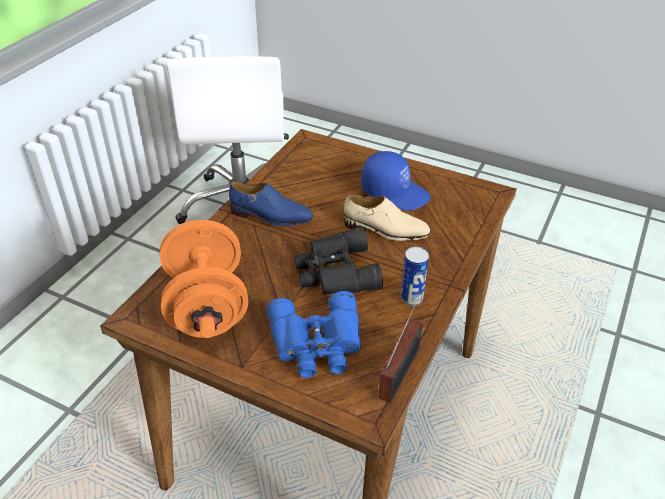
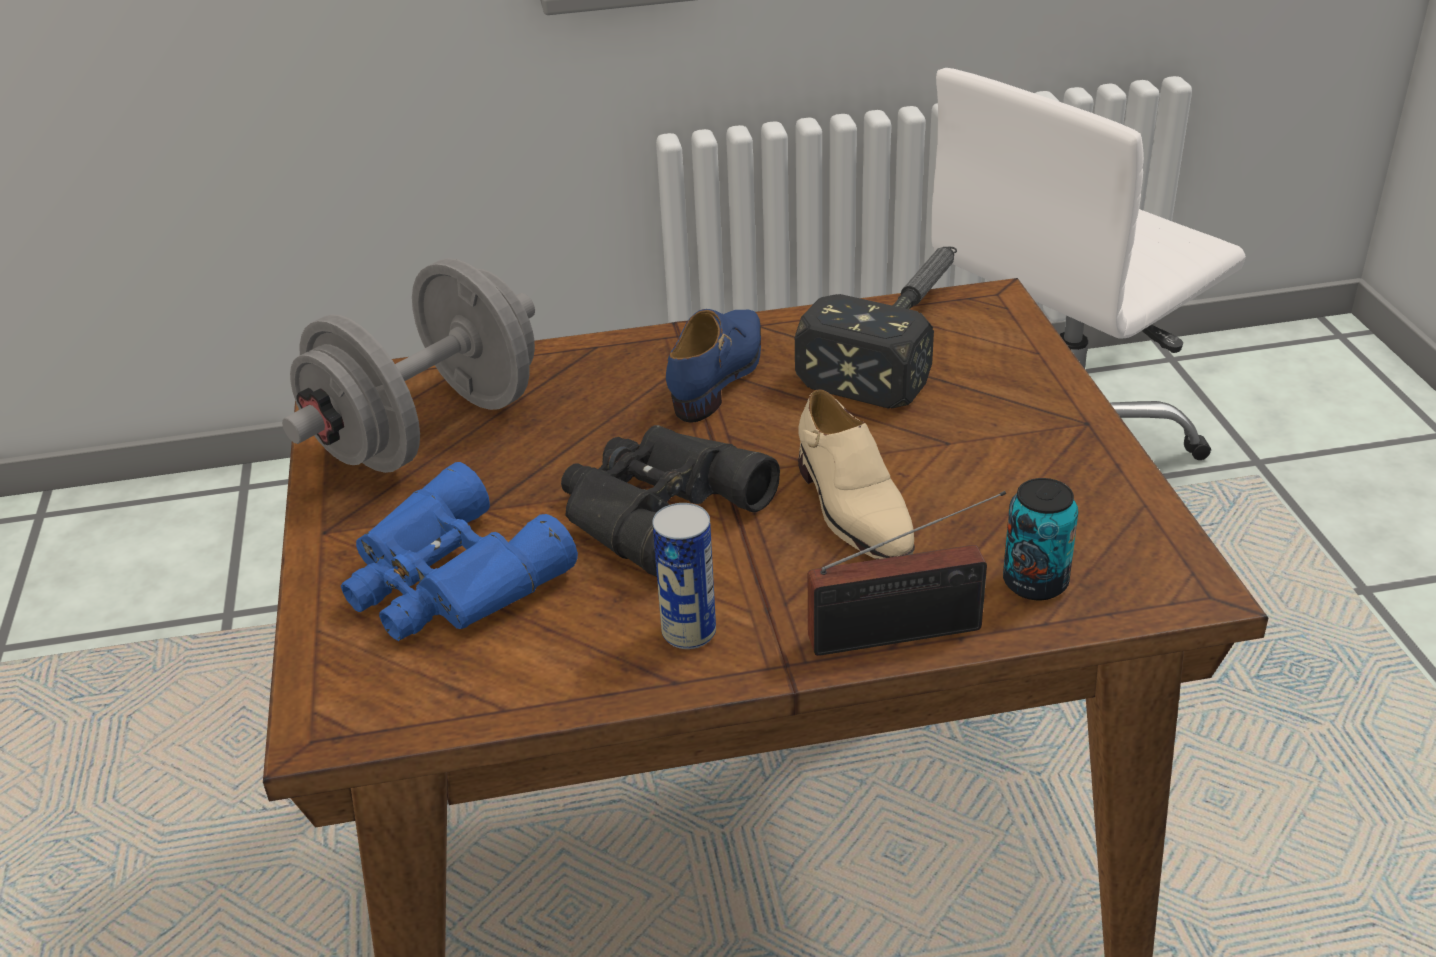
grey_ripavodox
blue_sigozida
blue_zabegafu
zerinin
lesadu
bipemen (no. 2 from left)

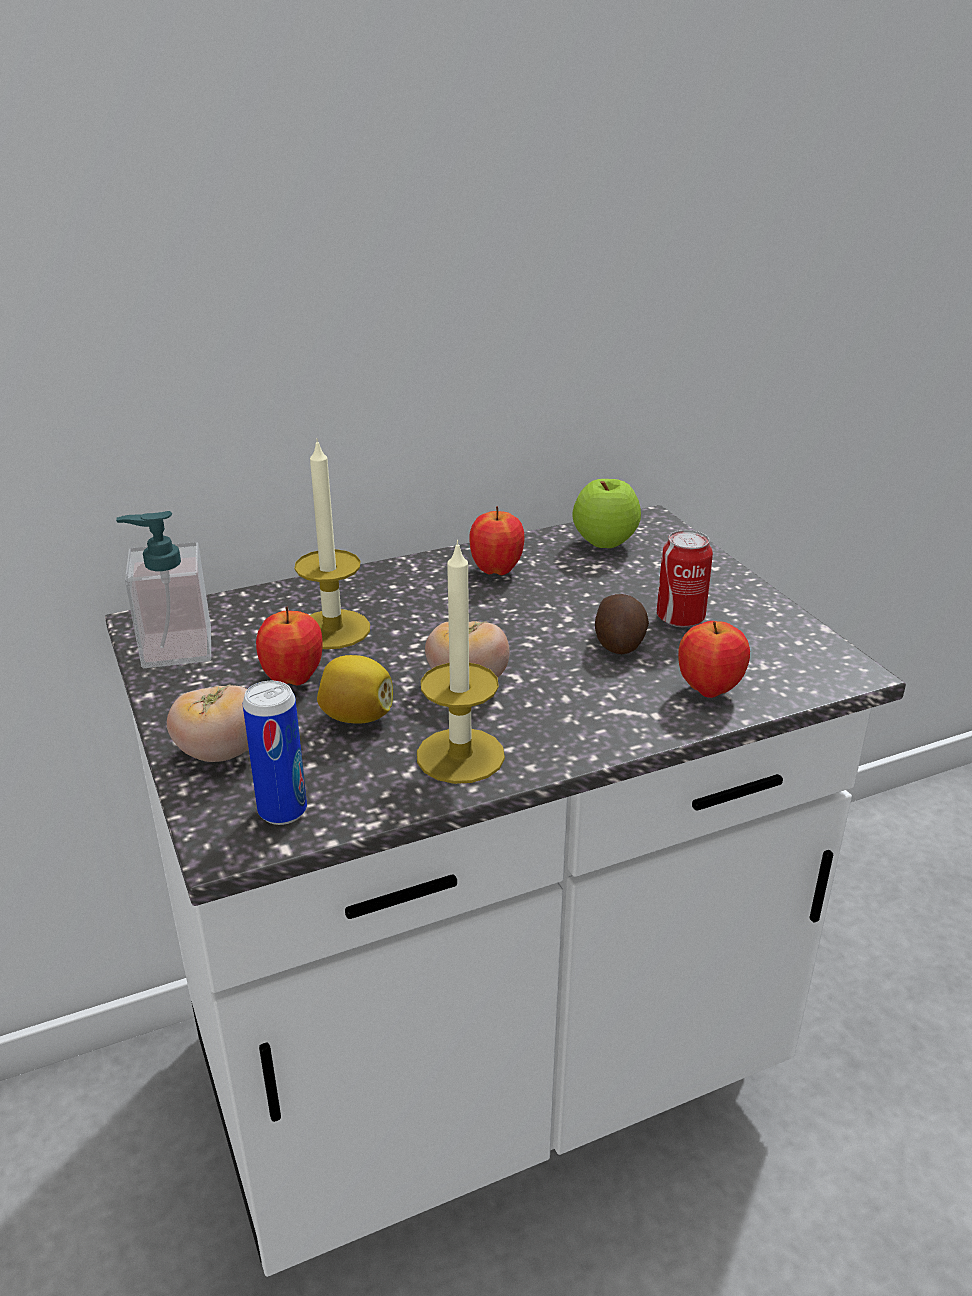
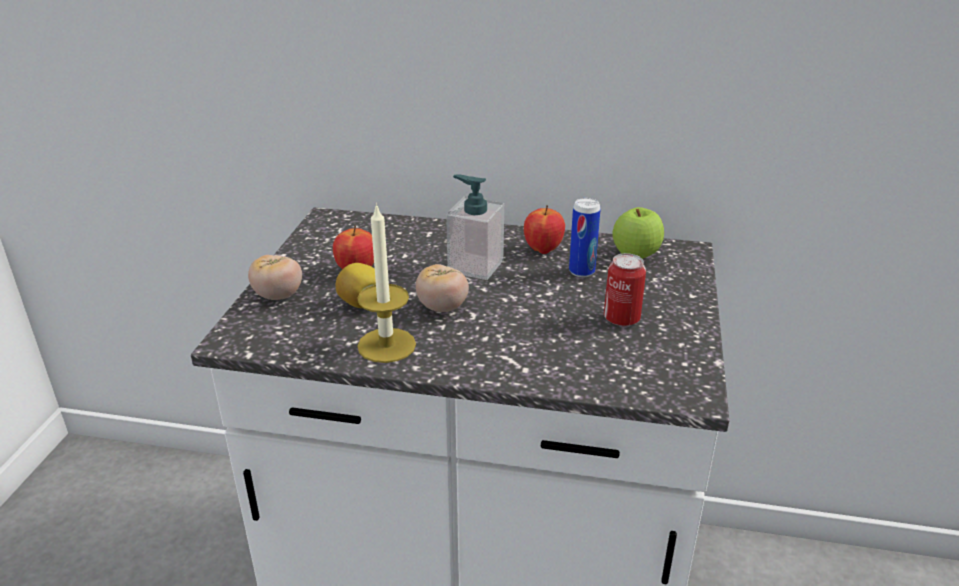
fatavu
bipemen (no. 1 from left)
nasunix (no. 1 from left in the first image)
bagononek
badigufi (no. 4 from left in the first image)

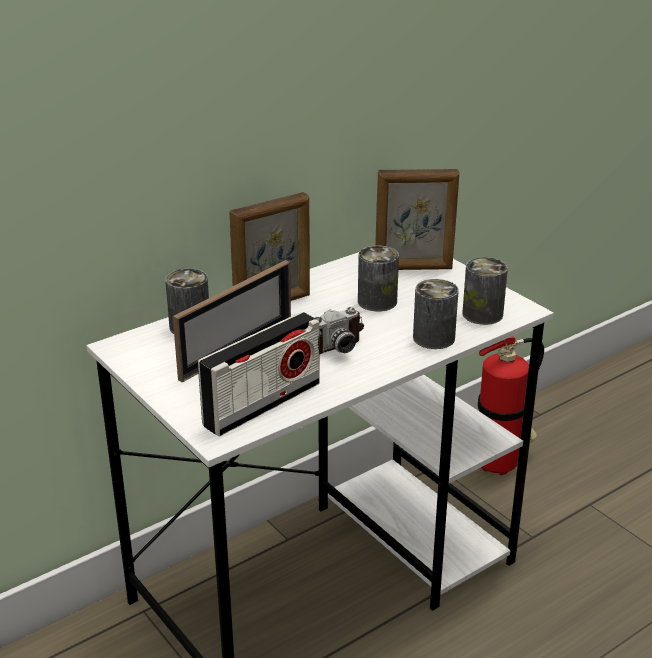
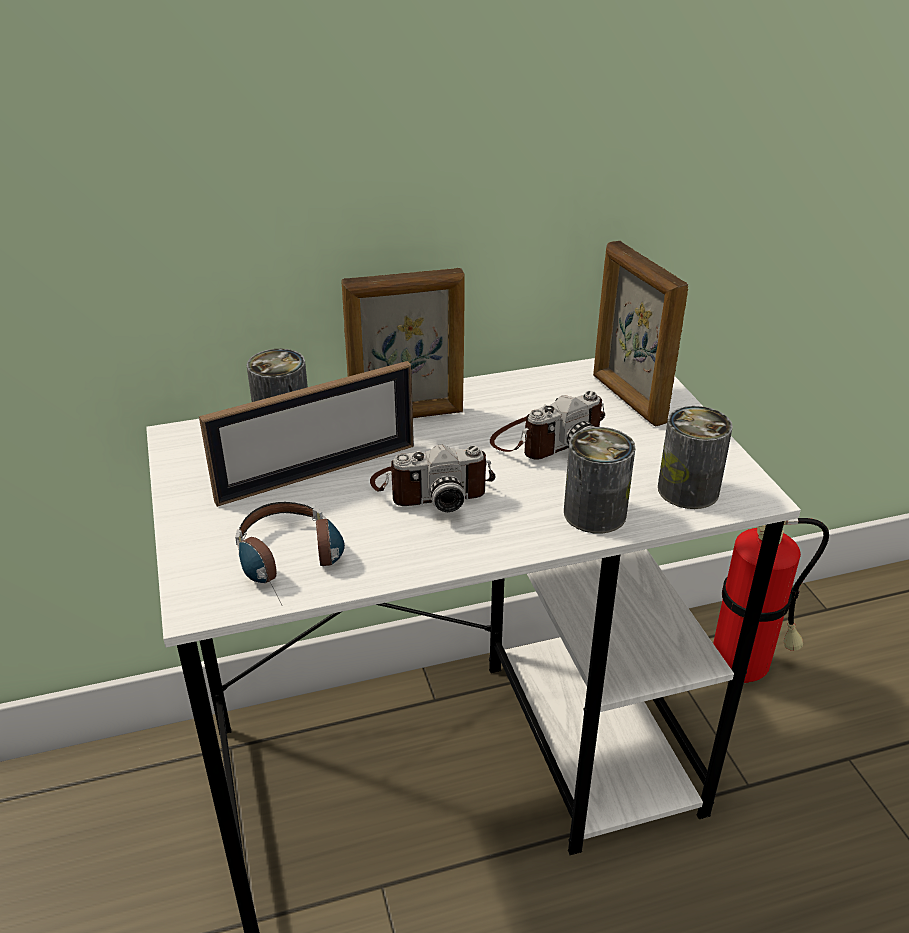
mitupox
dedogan (no. 2 from left)
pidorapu (no. 3 from left)

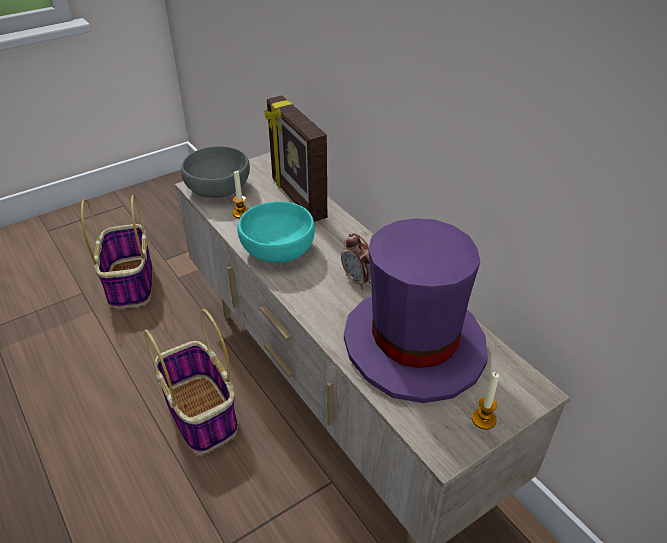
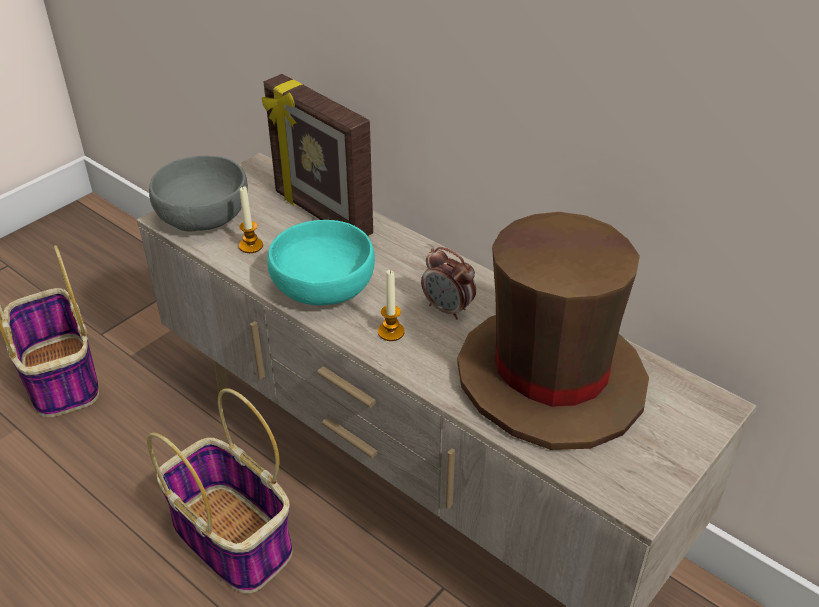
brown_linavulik
nasunix (no. 2 from left)

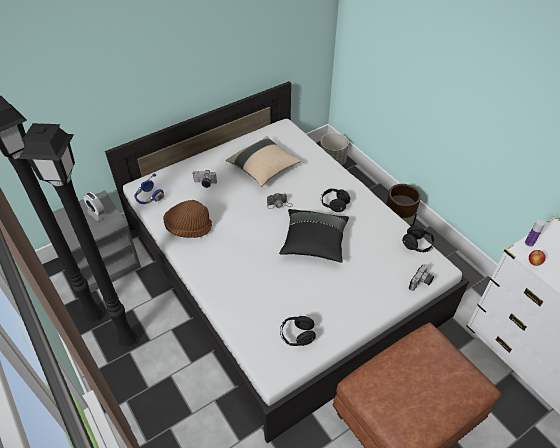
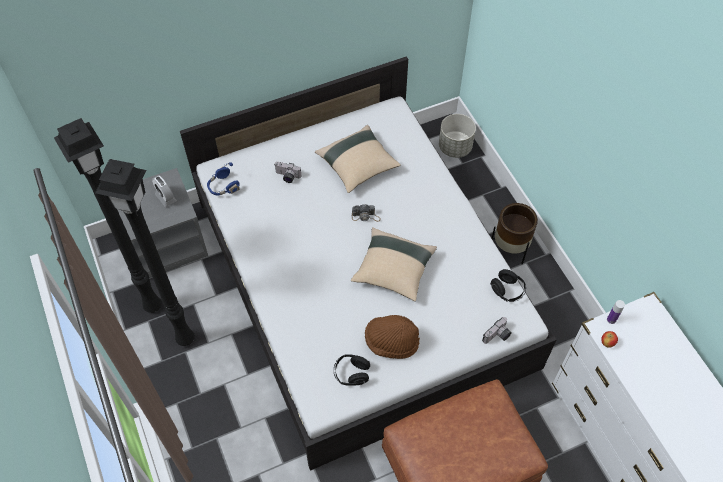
brown_linavulik
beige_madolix (no. 2 from left)
black_mitupox (no. 2 from left in the first image)

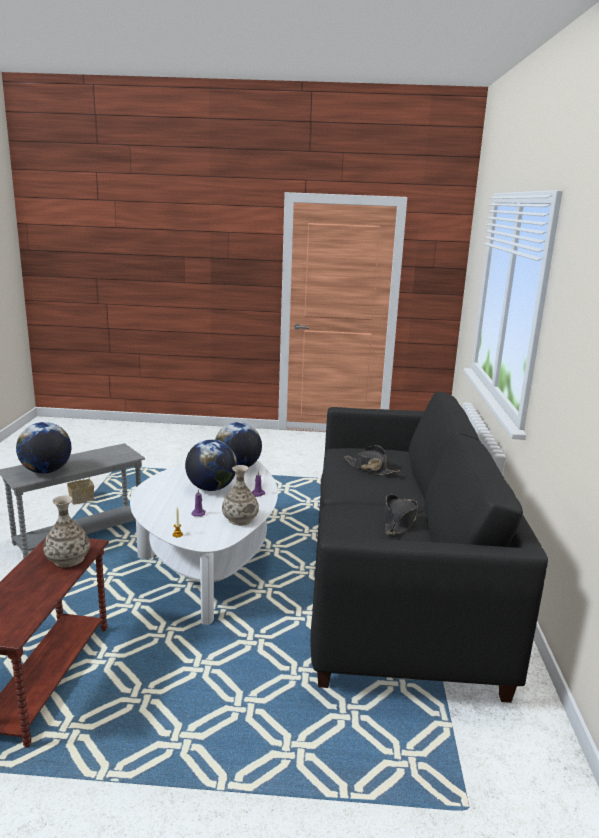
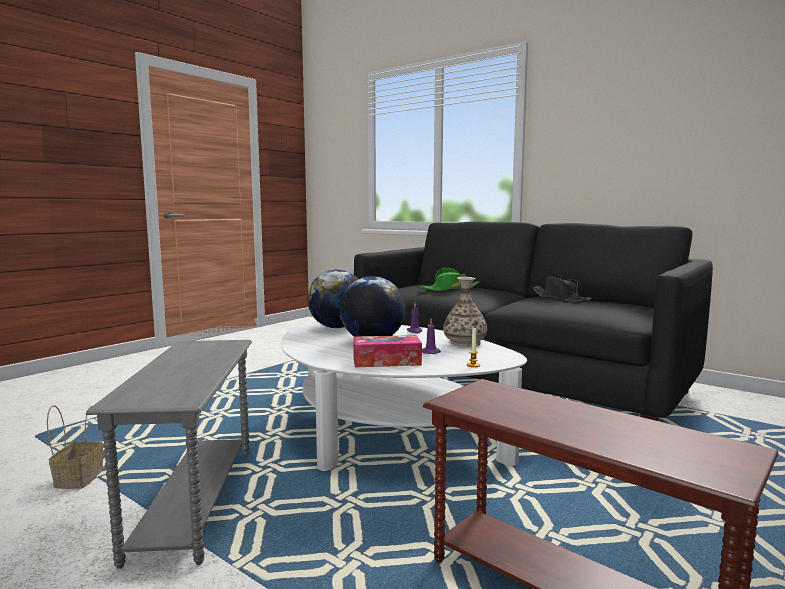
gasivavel (no. 1 from left in the first image)
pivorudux (no. 1 from left in the first image)
green_linavulik
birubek

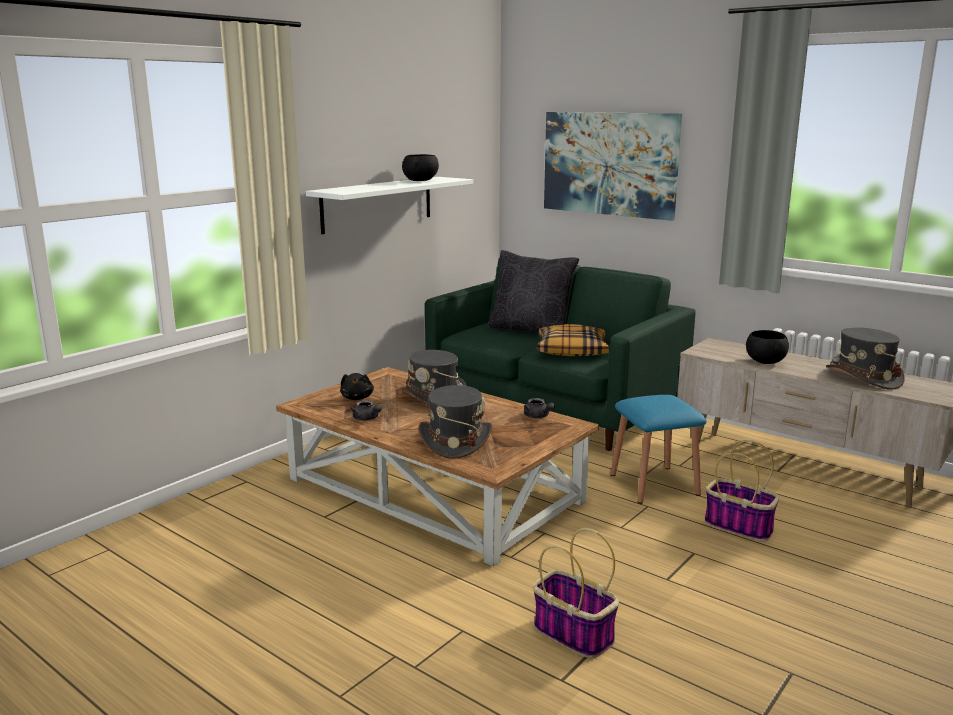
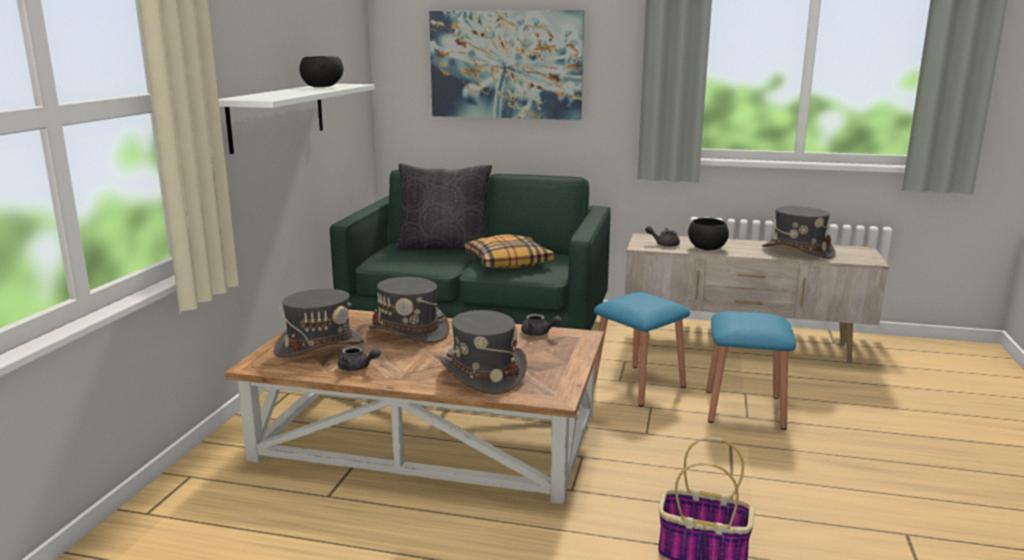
grey_linavulik (no. 1 from left)
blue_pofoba (no. 2 from left)
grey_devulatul (no. 3 from left)

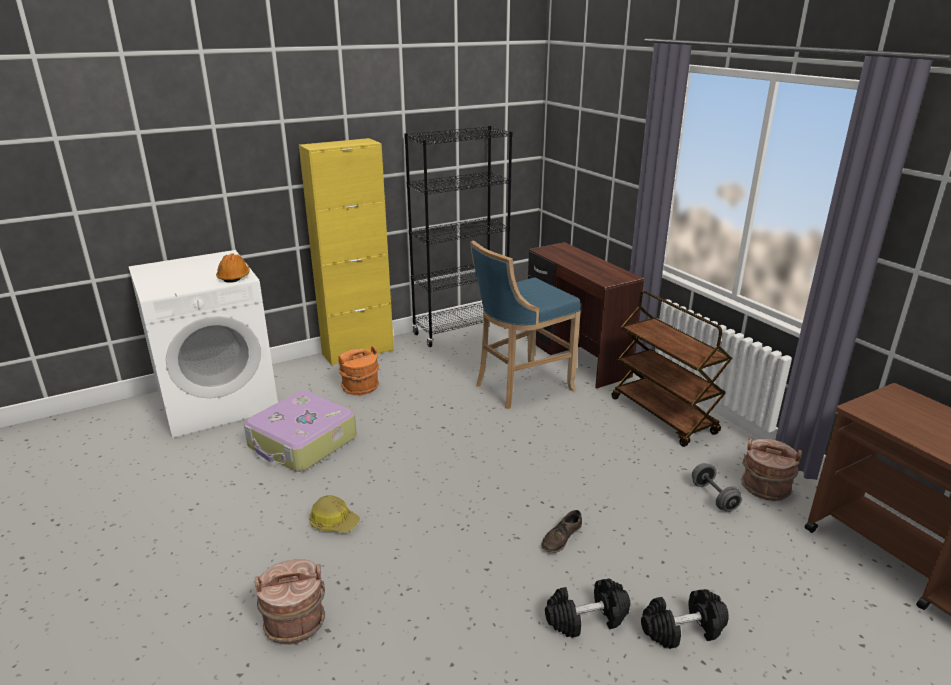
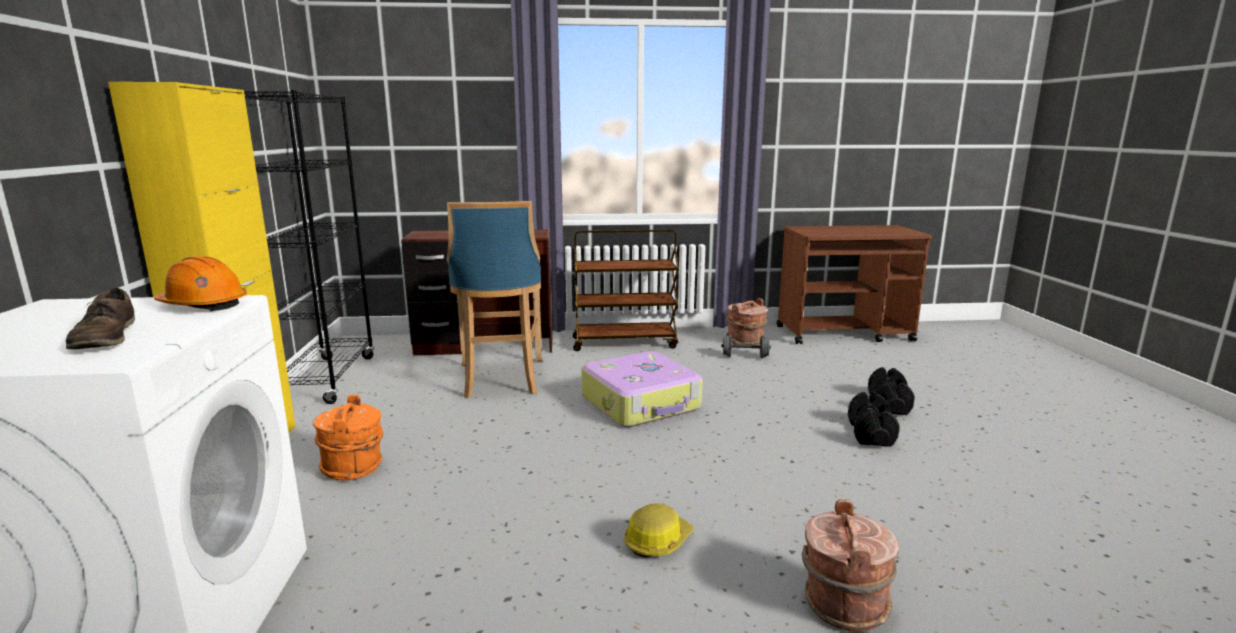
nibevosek
brown_sigozida

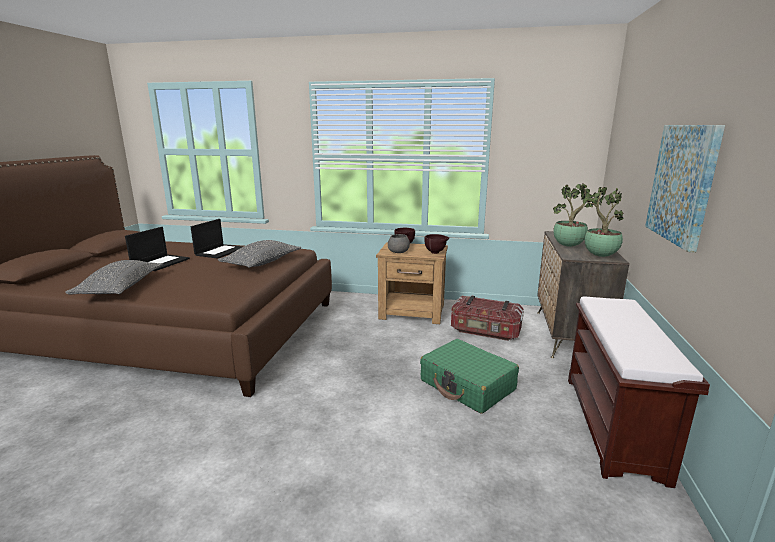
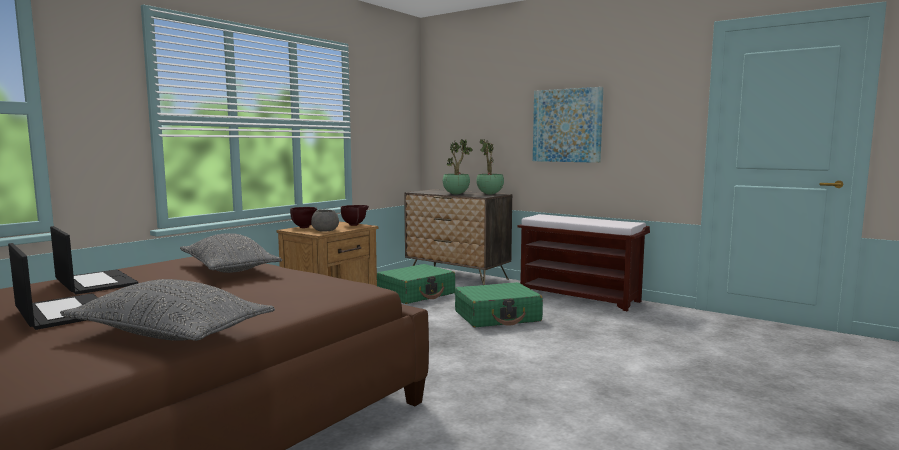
green_nibevosek (no. 1 from left)

